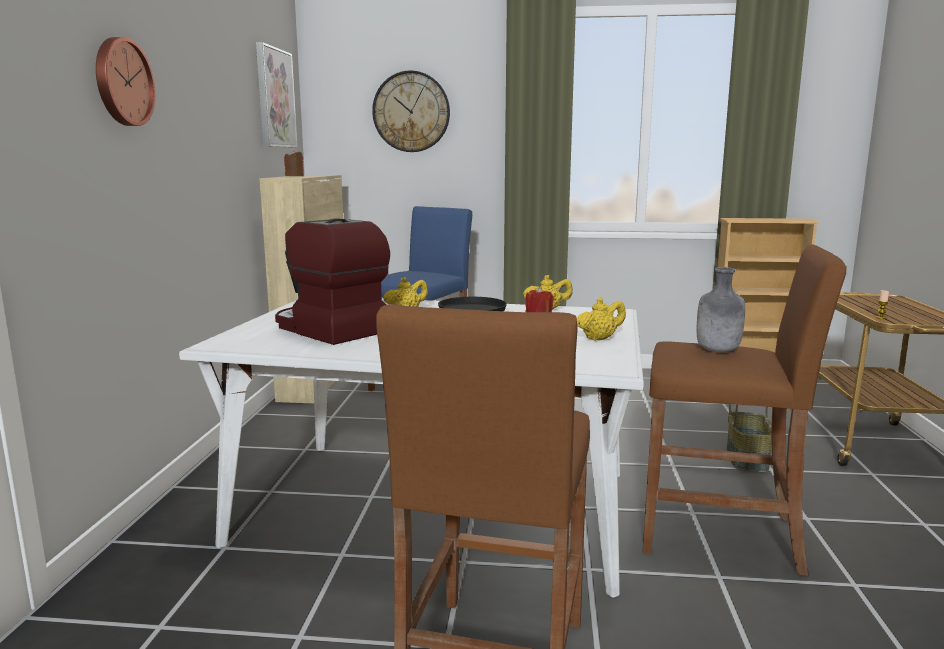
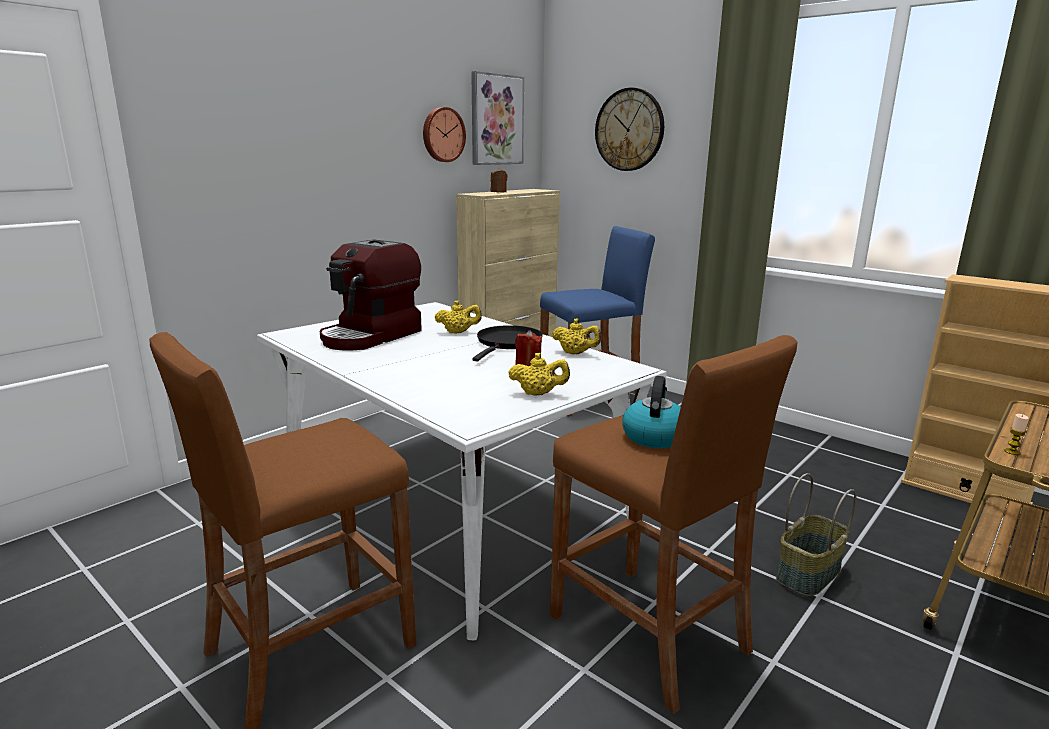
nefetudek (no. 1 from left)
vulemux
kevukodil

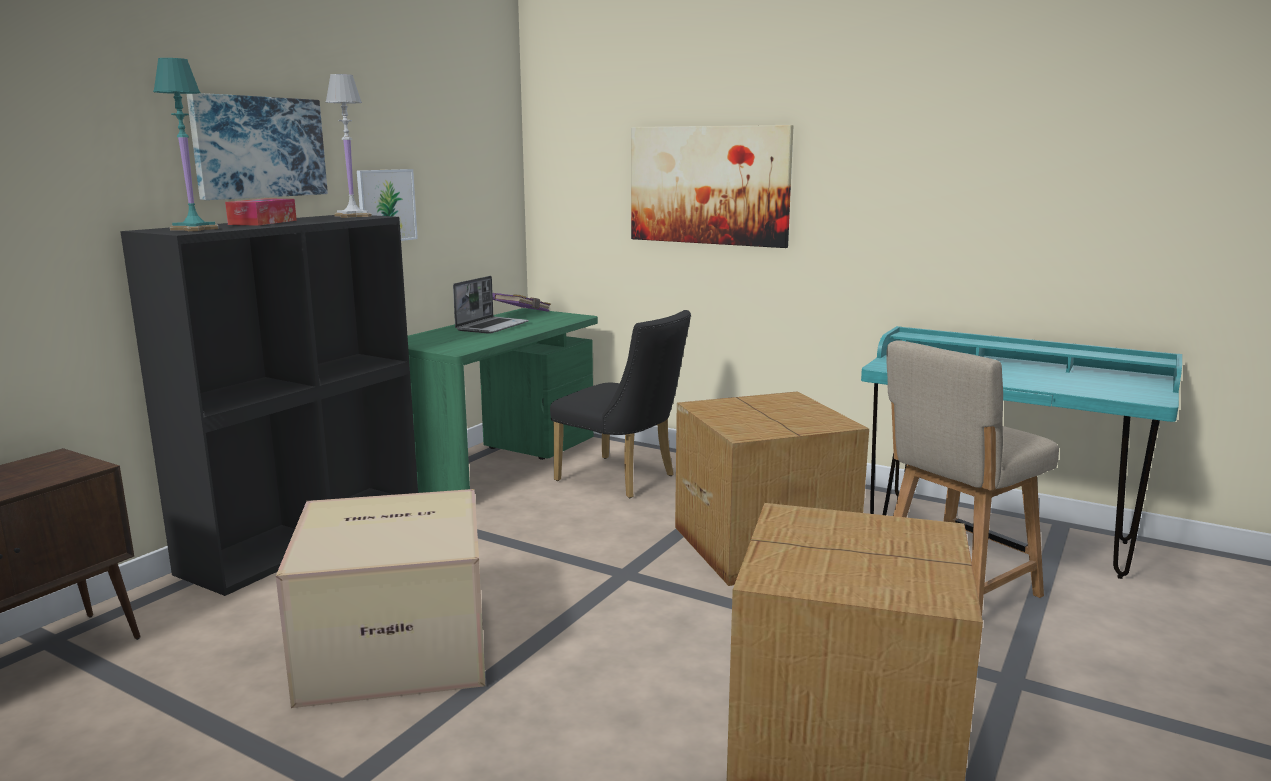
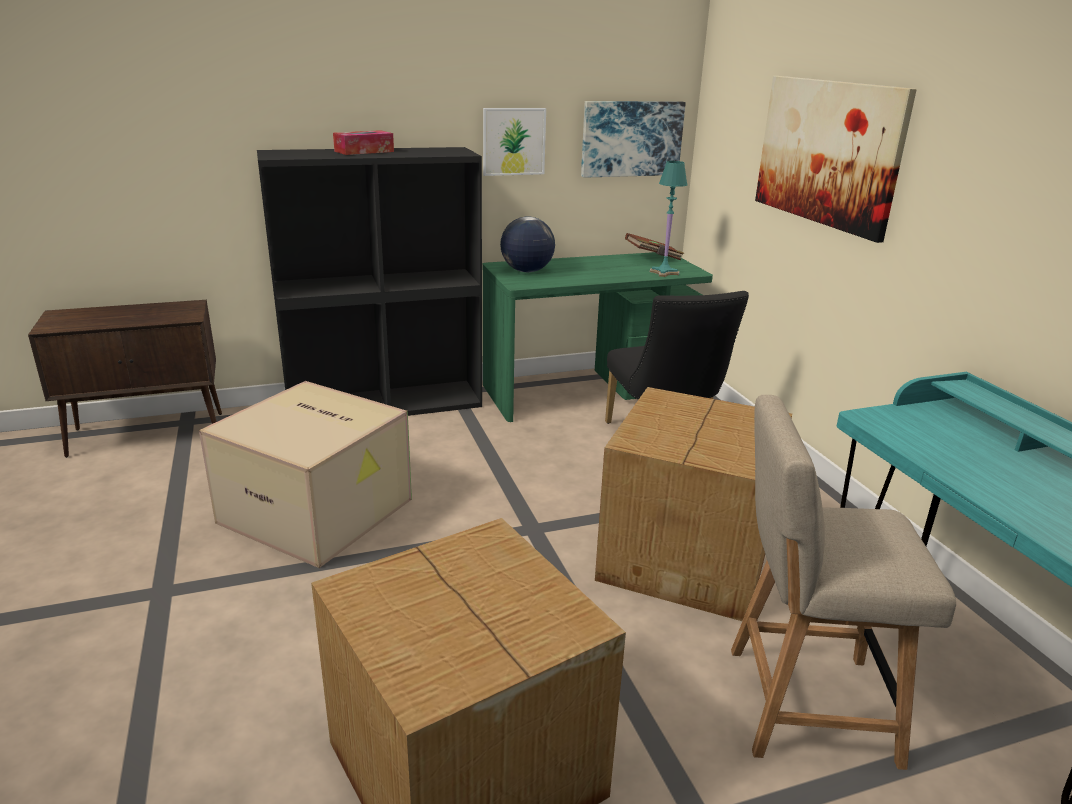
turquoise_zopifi
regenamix (no. 2 from left)
white_zopifi
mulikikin
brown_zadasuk
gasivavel

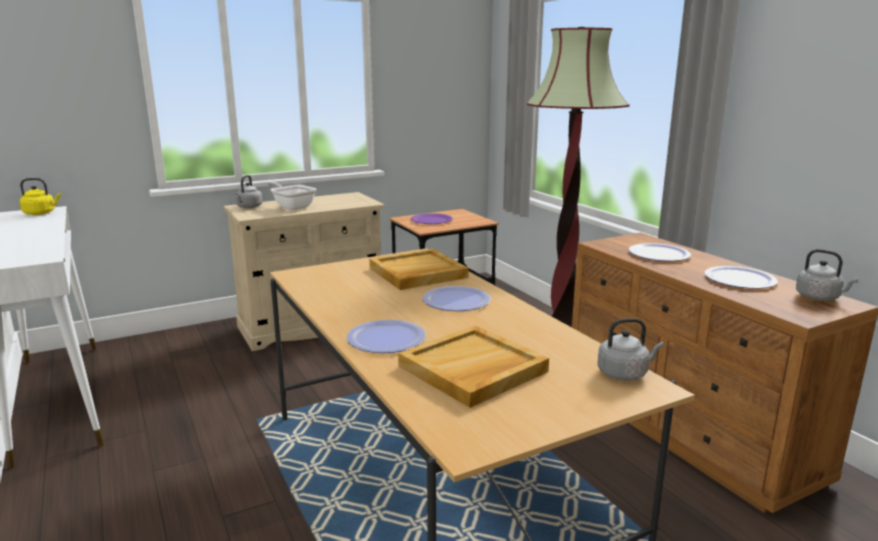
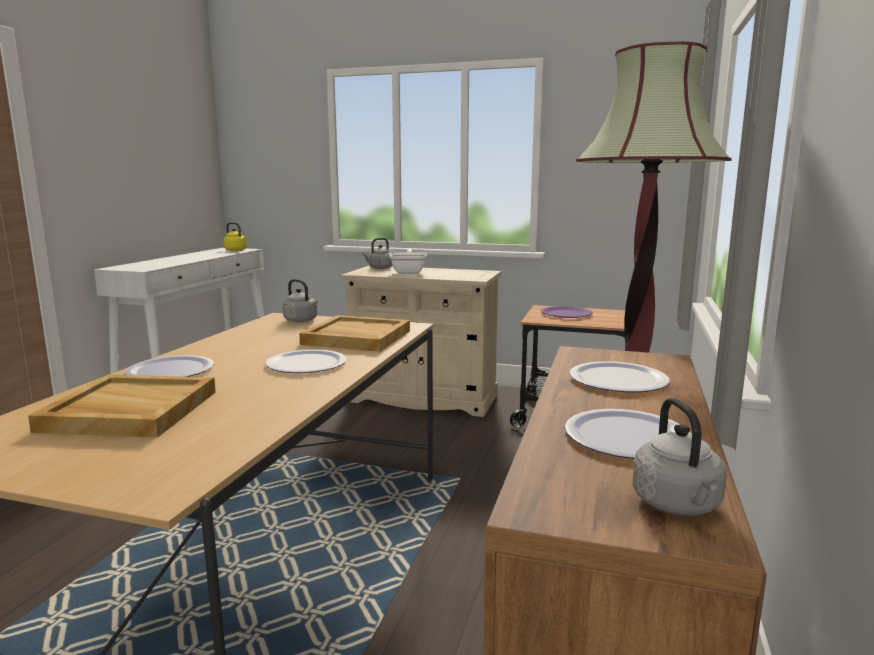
grey_kevukodil (no. 1 from left)

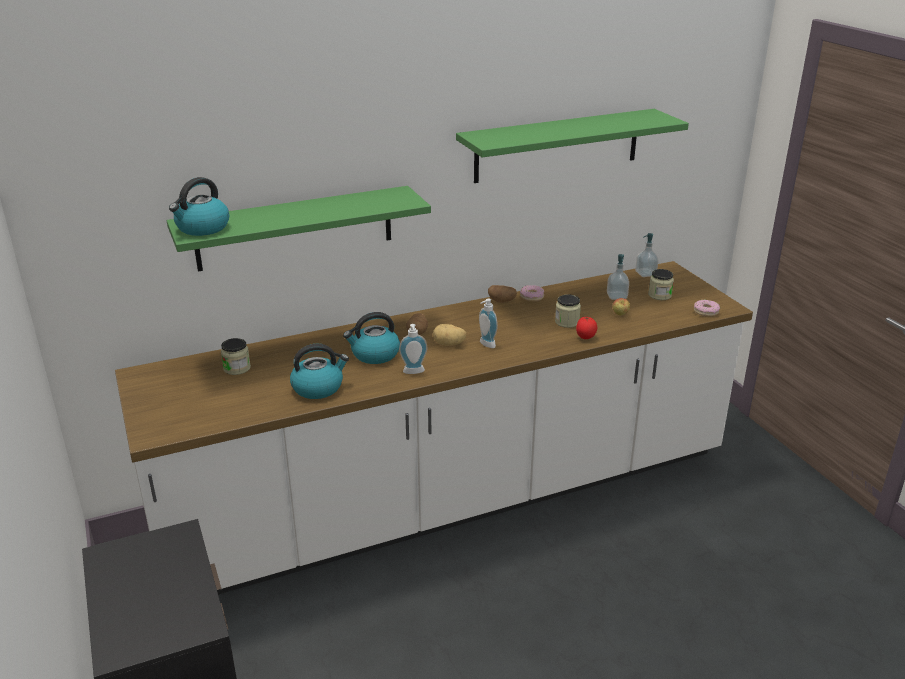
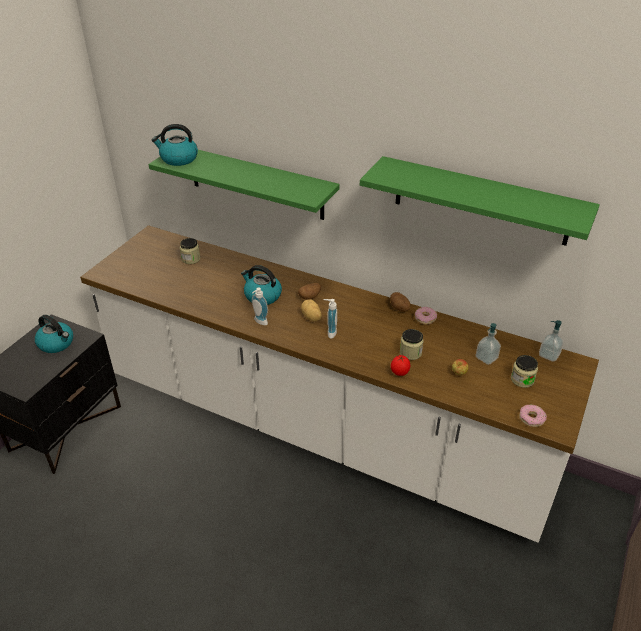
kevukodil (no. 1 from left)

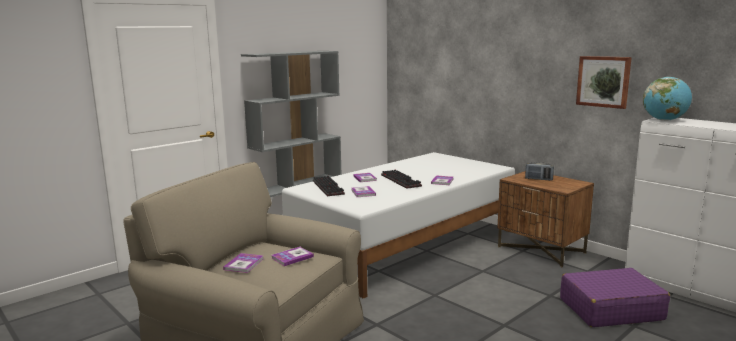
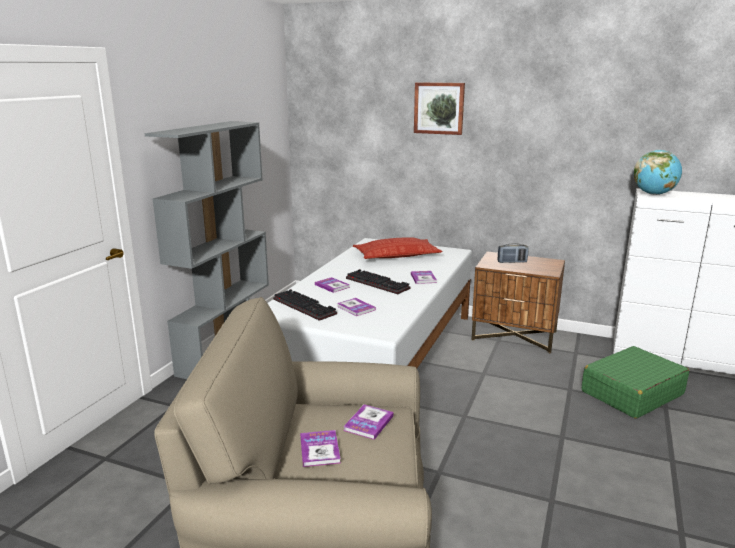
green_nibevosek
regenamix
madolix

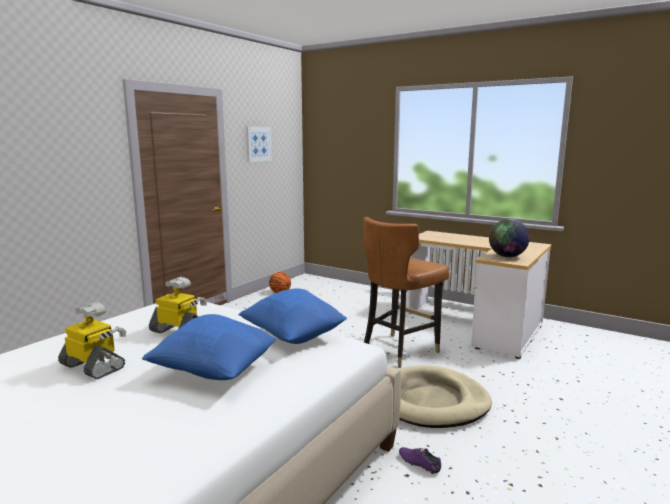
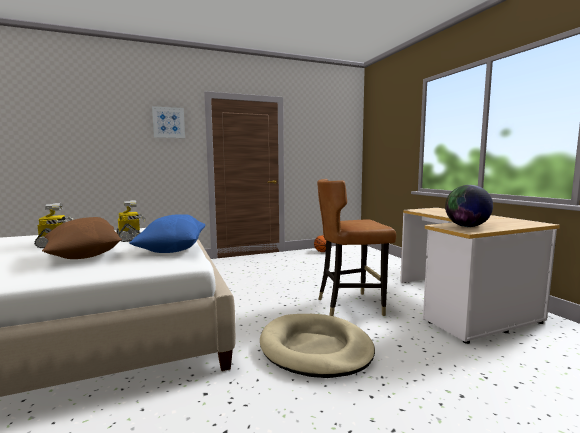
brown_madolix
regenamix
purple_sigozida

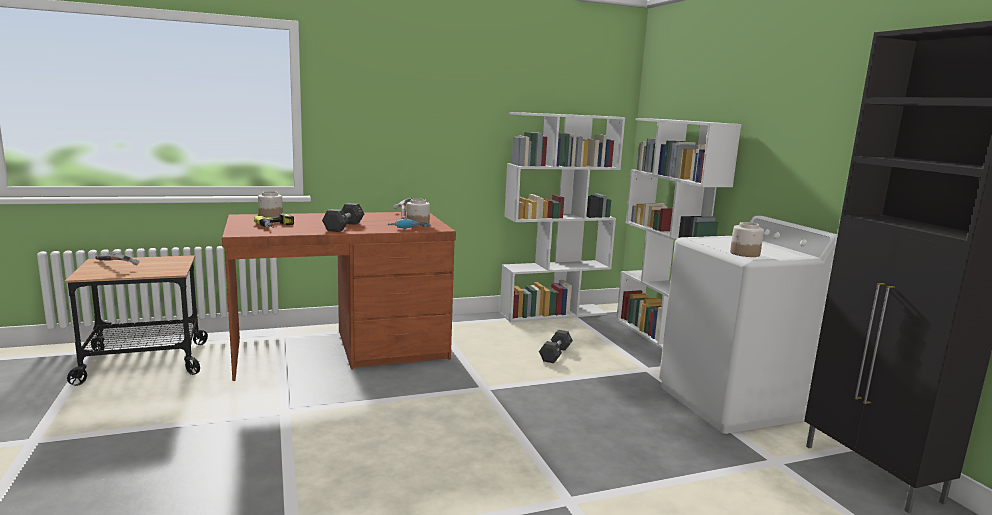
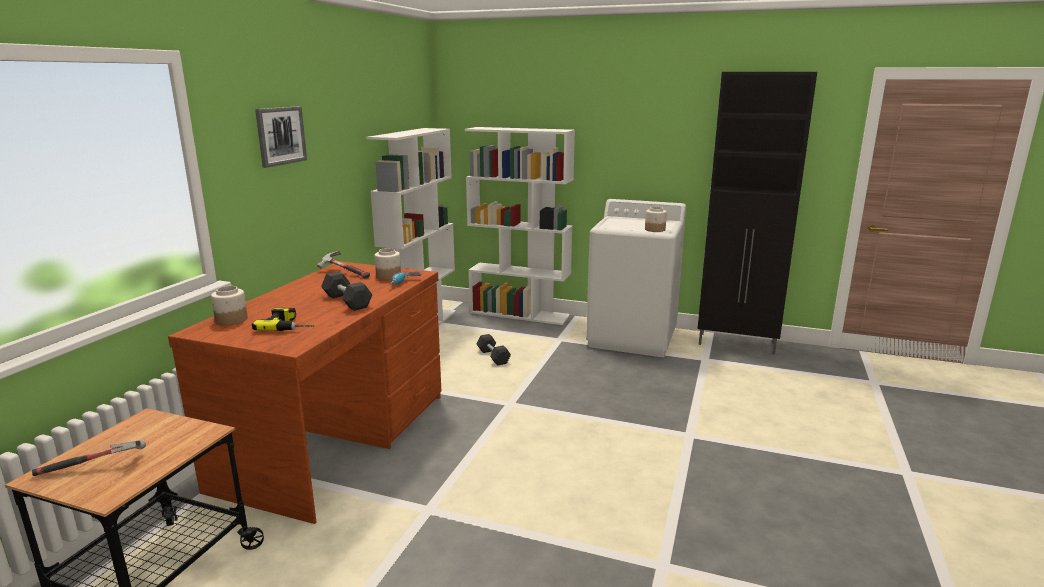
regenamix

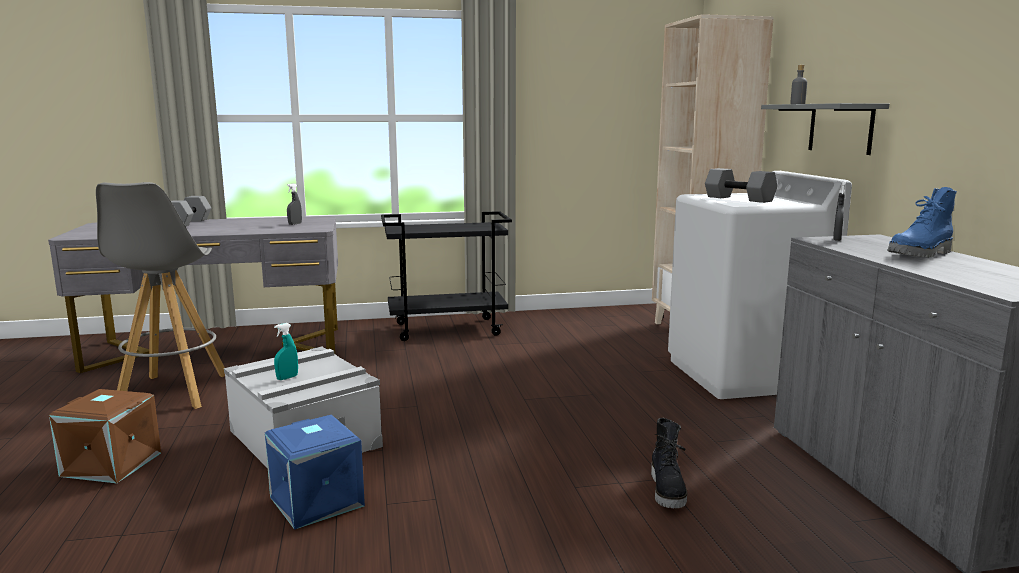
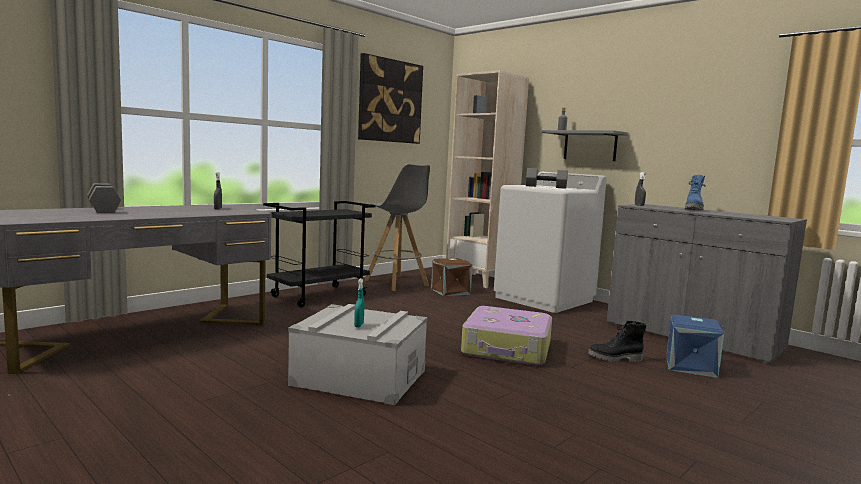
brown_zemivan
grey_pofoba
blue_zemivan
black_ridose
regenamix
nibevosek

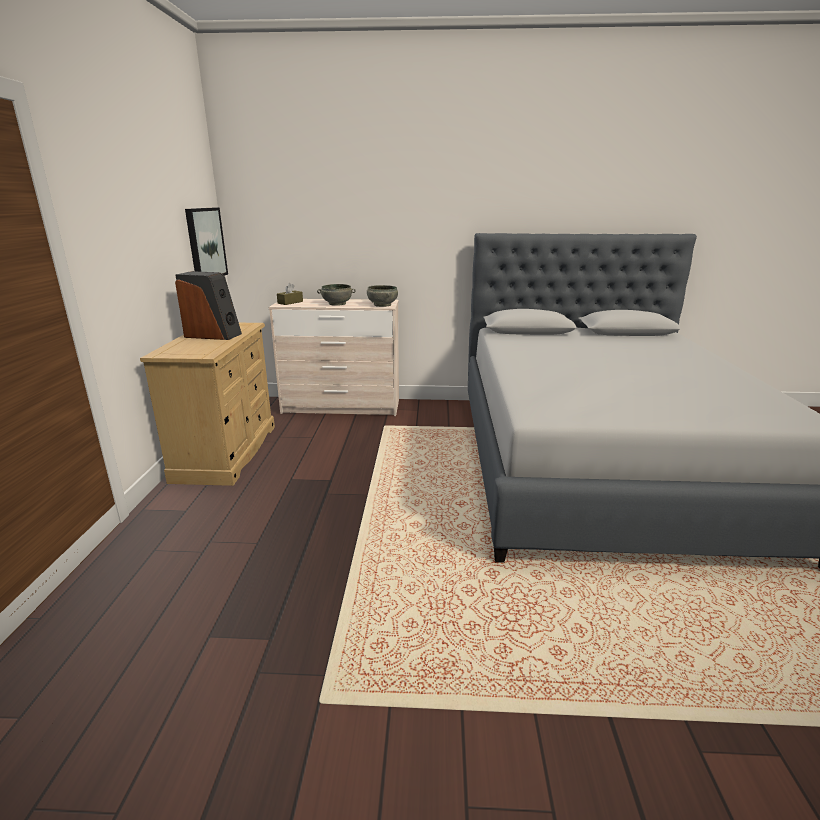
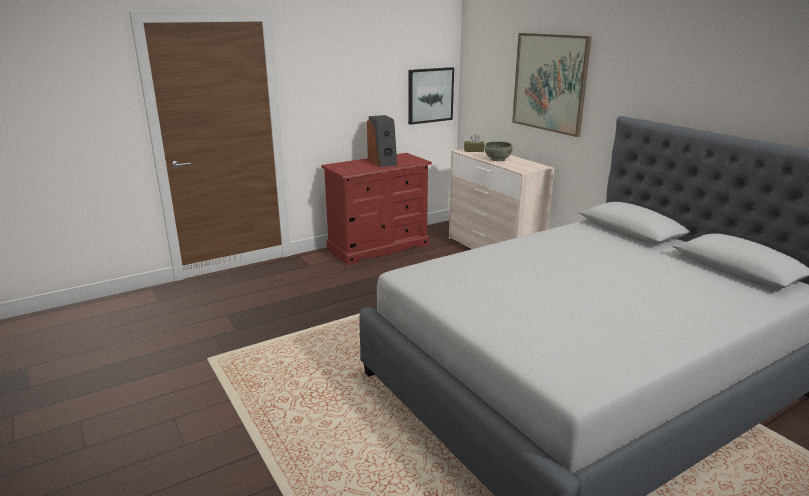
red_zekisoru
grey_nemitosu (no. 2 from left in the first image)
regenamix (no. 2 from left)

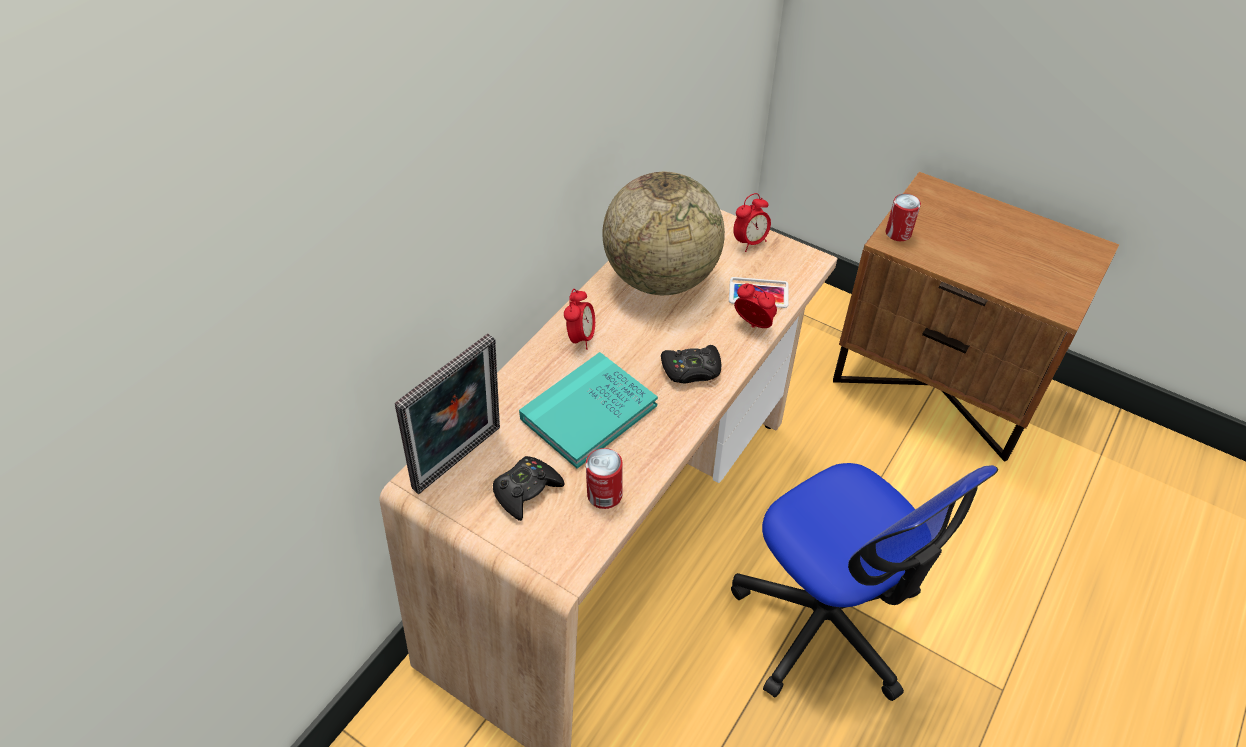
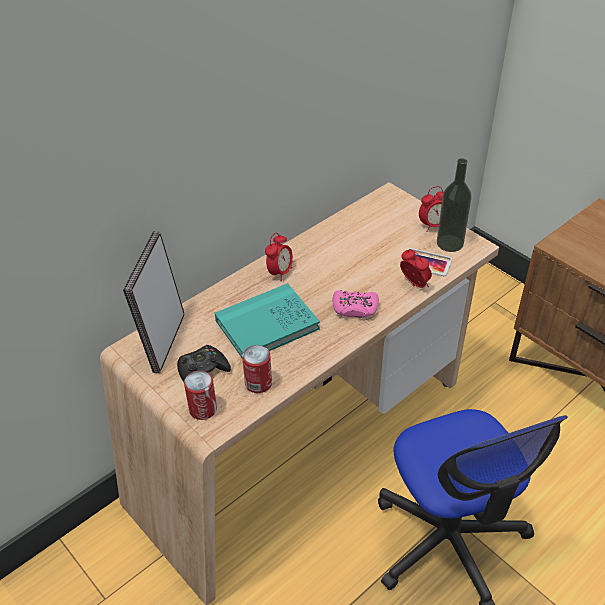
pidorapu
gasivavel
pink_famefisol
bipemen (no. 1 from left)
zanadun

